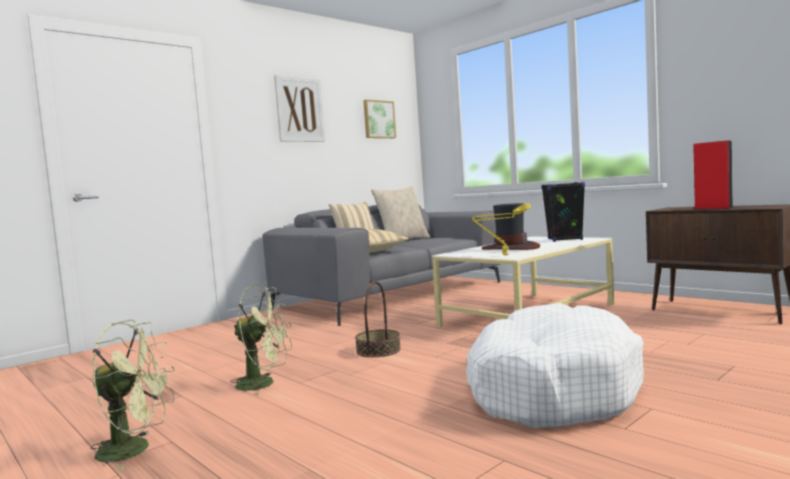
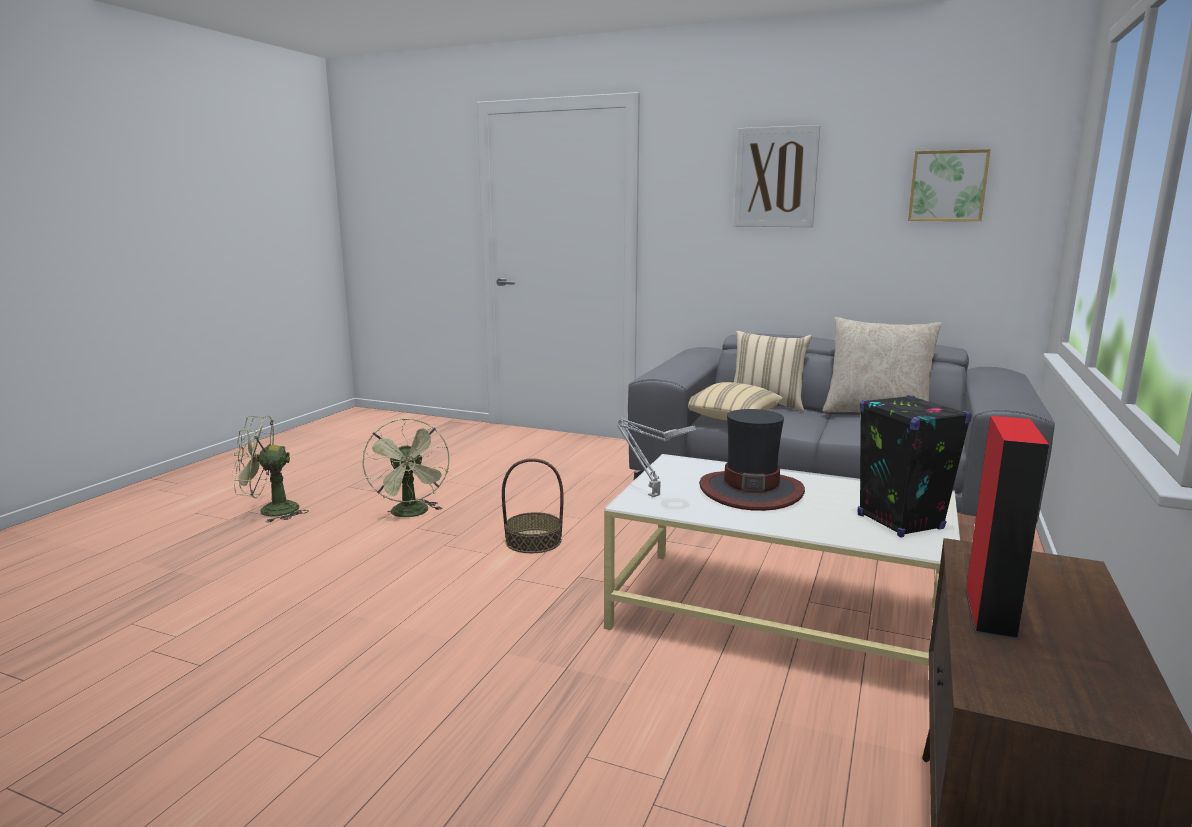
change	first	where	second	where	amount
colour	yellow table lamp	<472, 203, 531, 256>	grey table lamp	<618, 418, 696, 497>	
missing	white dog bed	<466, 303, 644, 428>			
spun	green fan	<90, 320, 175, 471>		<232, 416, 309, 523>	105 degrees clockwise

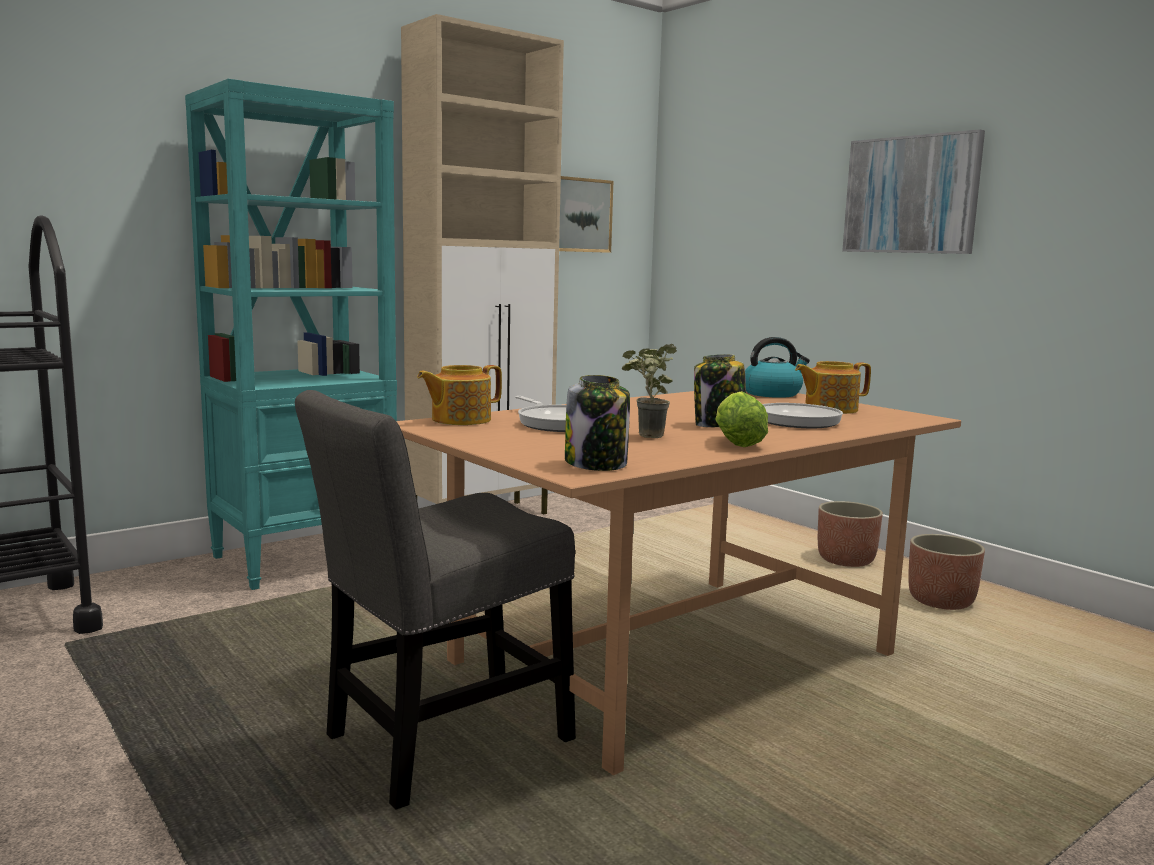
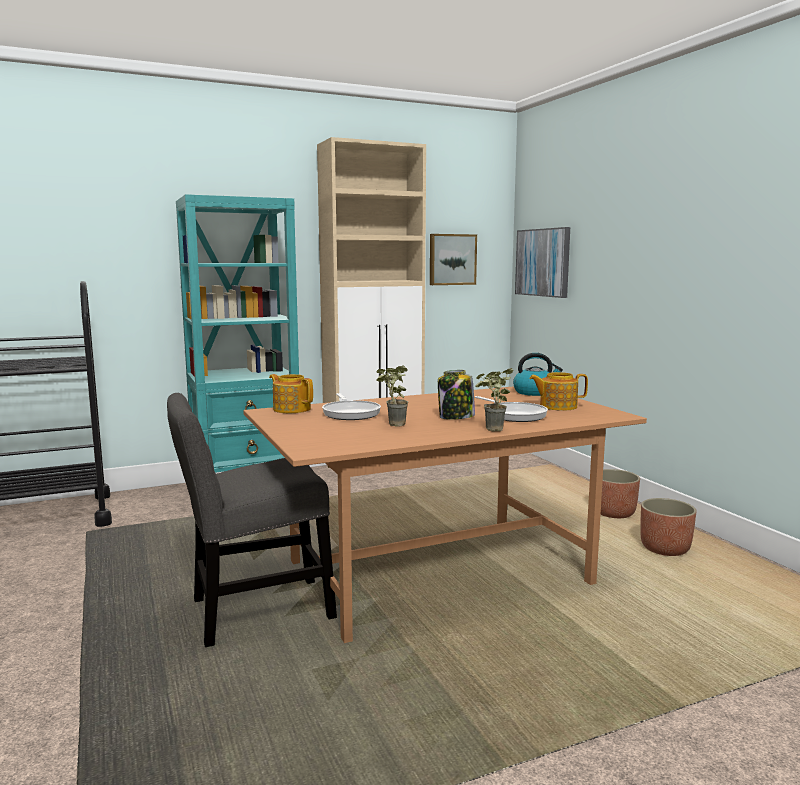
change	first	where	second	where	amount
relocated	picture	<842, 129, 985, 254>		<515, 227, 570, 298>	
spun	teapot	<417, 365, 502, 425>		<269, 374, 313, 413>	60 degrees clockwise
missing	jar	<565, 375, 630, 471>			
missing	lettuce	<715, 391, 768, 447>			
appeared			potted plant	<475, 368, 514, 431>	

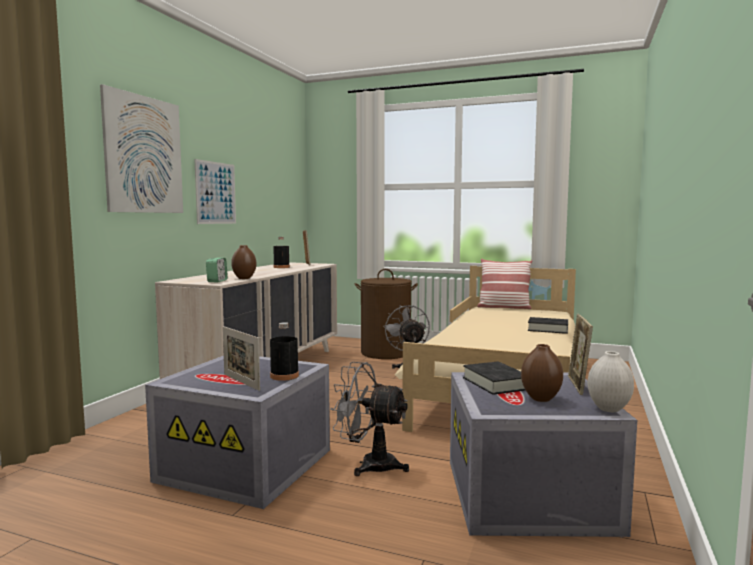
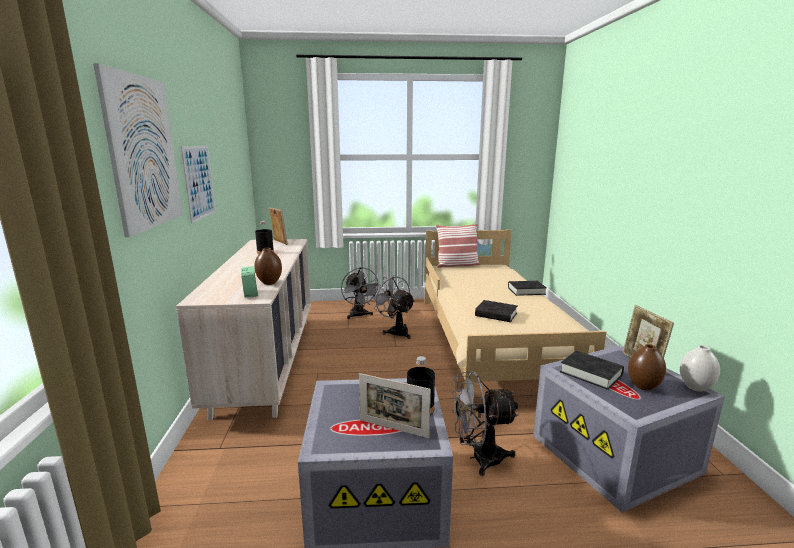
change	first	where	second	where	amount
exchanged	brown laundry basket	<355, 269, 418, 359>	grey fan	<341, 267, 380, 319>	
appeared			black book	<475, 300, 517, 322>	

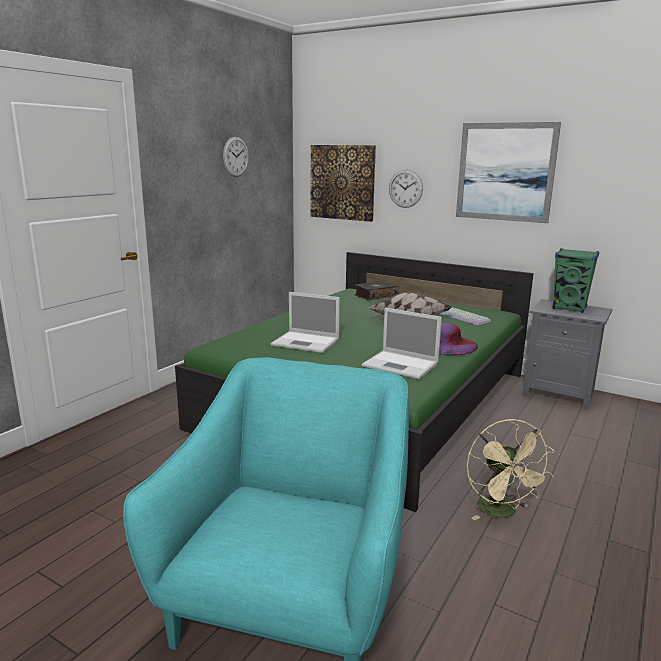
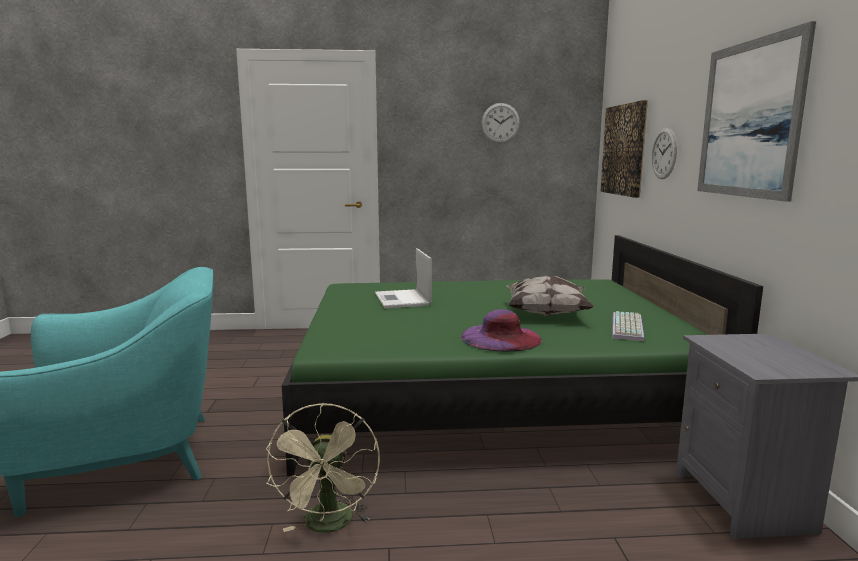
change	first	where	second	where	amount
missing	green speaker	<552, 248, 599, 313>			
missing	book	<355, 280, 400, 300>			
missing	laptop	<362, 308, 442, 379>			
spun	beige fan	<467, 419, 555, 520>		<266, 403, 380, 533>	45 degrees counterclockwise

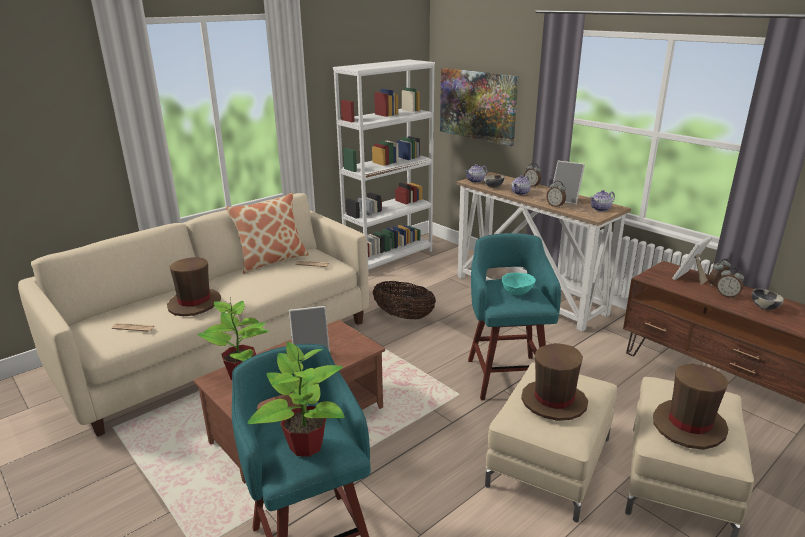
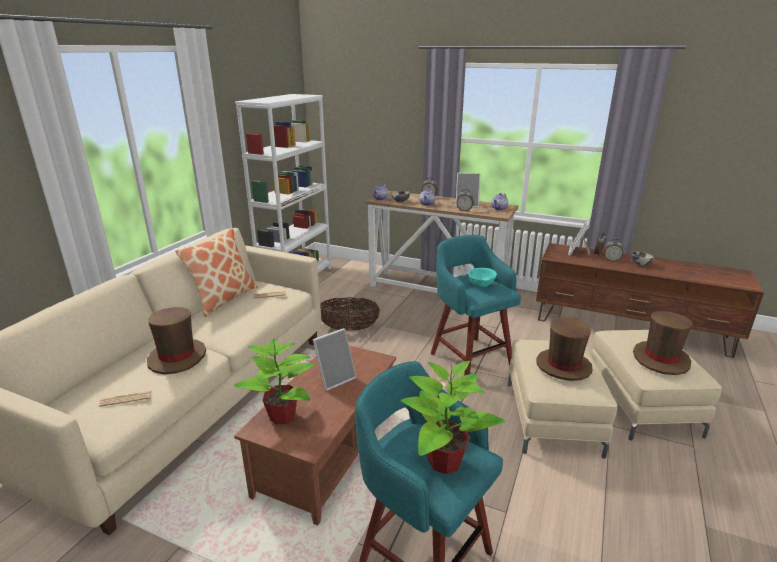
change	first	where	second	where	amount
missing	picture	<440, 68, 518, 146>			

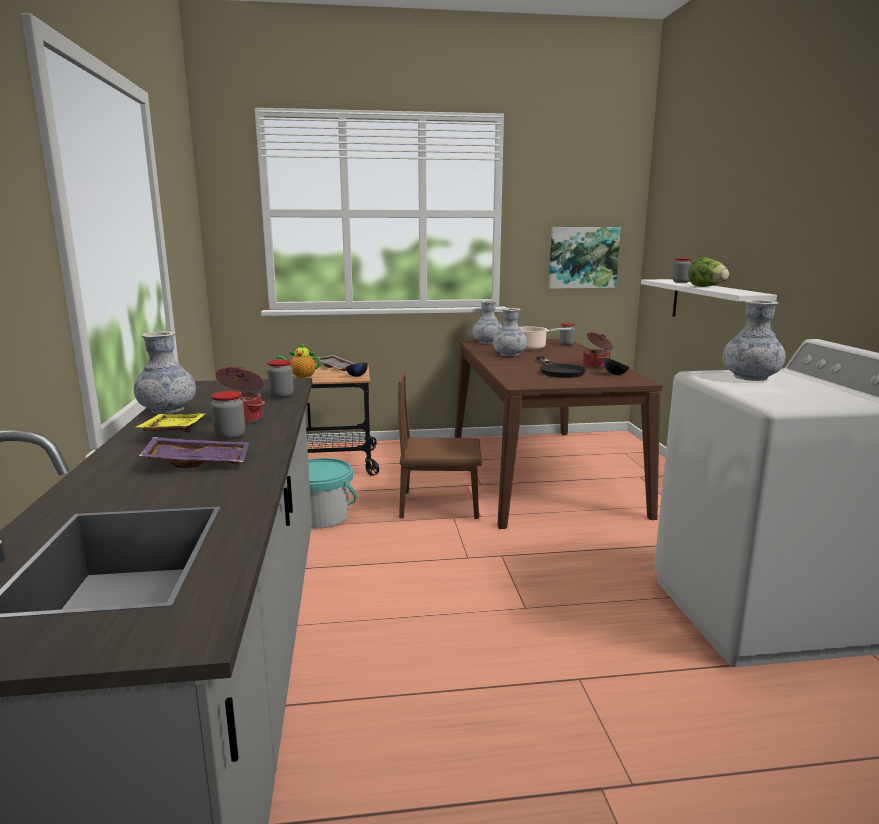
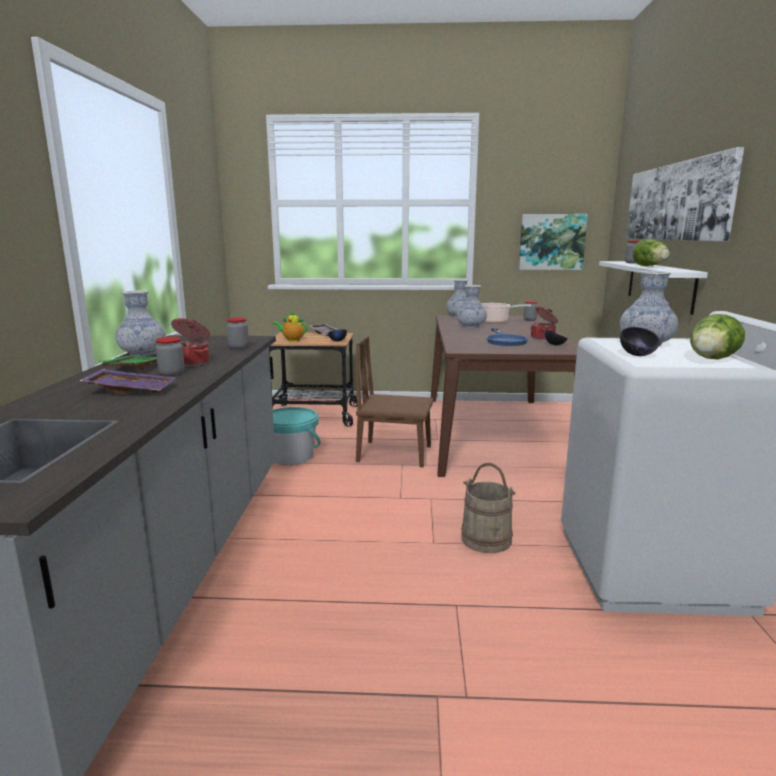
change	first	where	second	where	amount
colour	black frying pan	<536, 356, 586, 378>	blue frying pan	<487, 328, 528, 346>	
colour	yellow tray	<136, 414, 205, 433>	green tray	<98, 355, 157, 370>	
appeared			picture	<626, 147, 744, 241>	
appeared			lettuce	<690, 314, 745, 359>	
appeared			black bowl	<620, 327, 661, 356>	
appeared			beige bucket	<461, 463, 516, 553>	

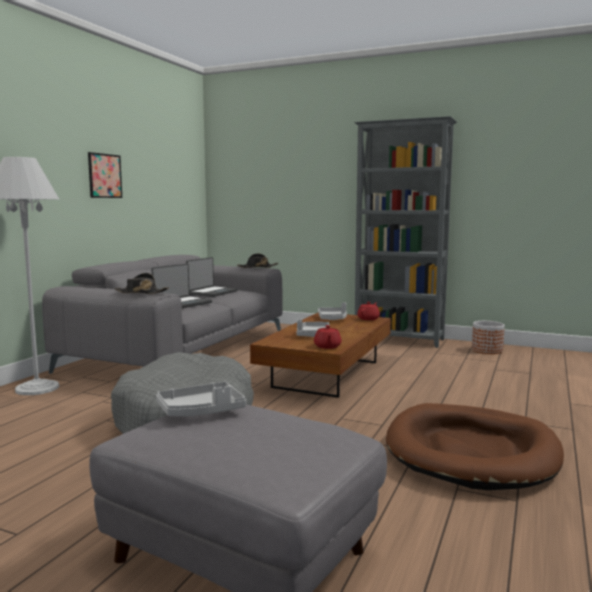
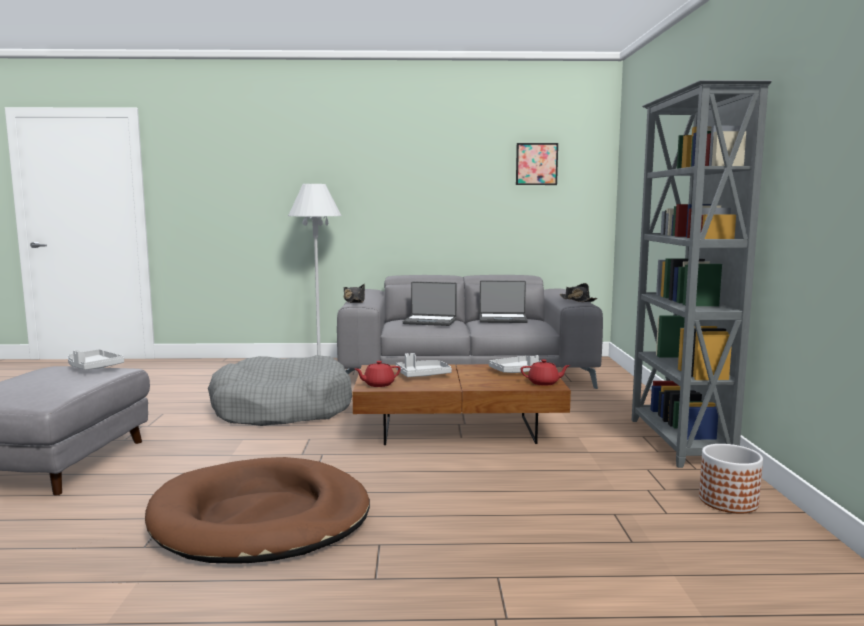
change	first	where	second	where	amount
relocated	picture	<88, 152, 122, 198>		<516, 143, 558, 185>	

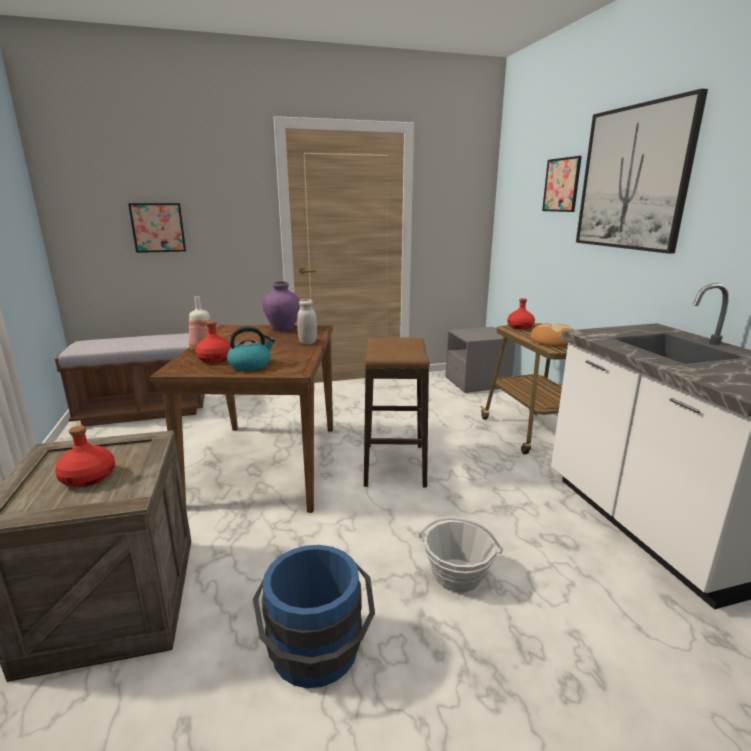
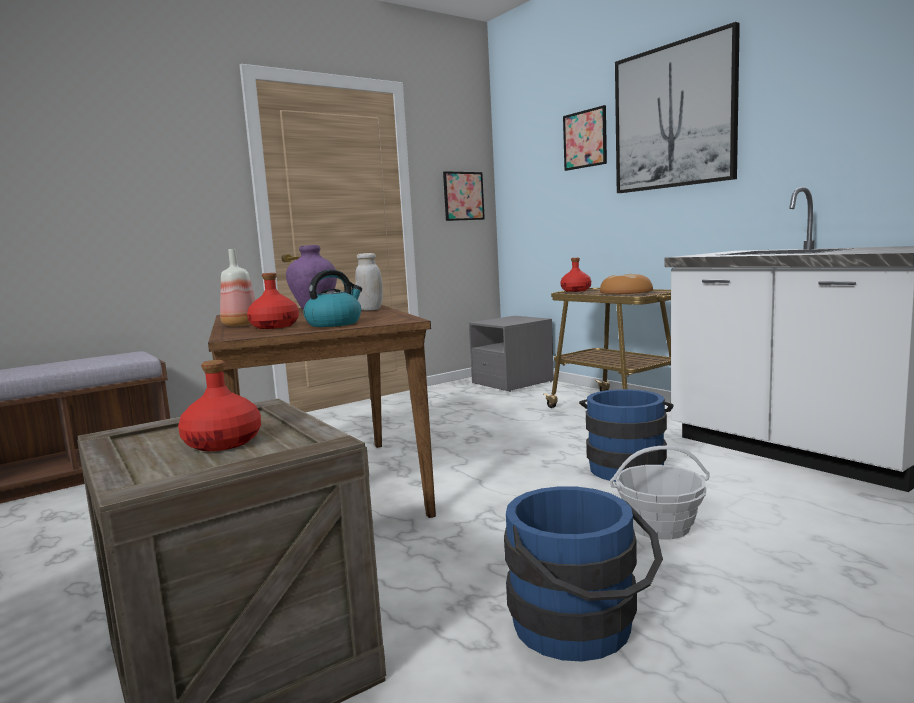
change	first	where	second	where	amount
relocated	picture	<128, 203, 186, 253>		<443, 171, 485, 221>	
missing	stool	<364, 337, 430, 488>			
appeared			blue bucket	<579, 389, 673, 482>	

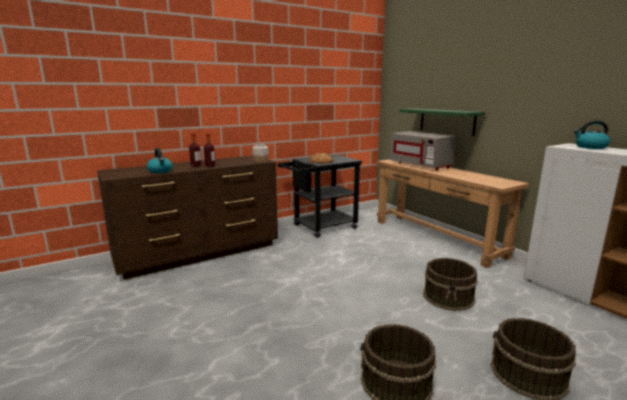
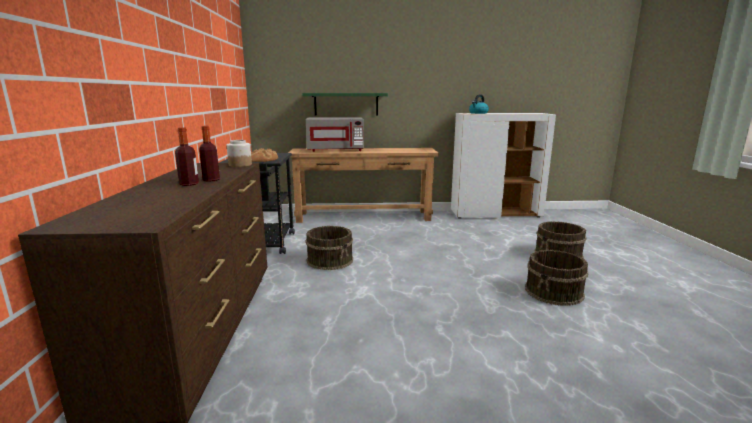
change	first	where	second	where	amount
missing	kettle	<147, 148, 173, 173>			
relocated	brown bucket	<423, 258, 478, 311>		<306, 226, 353, 270>	

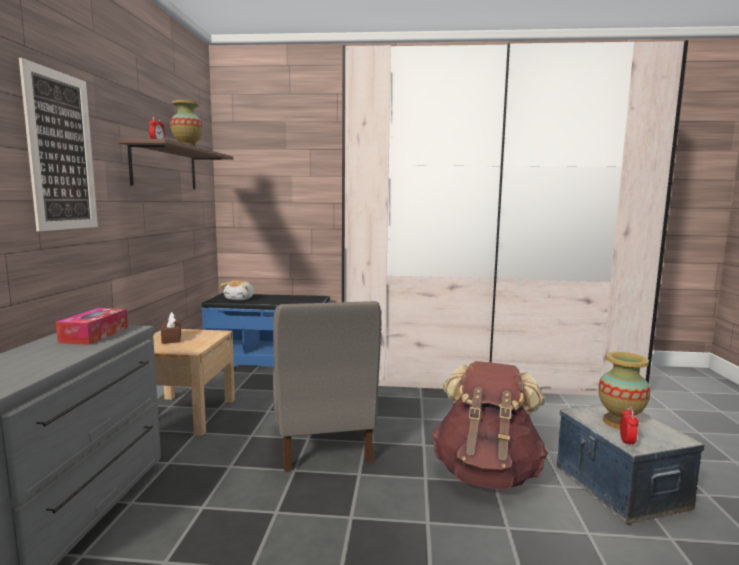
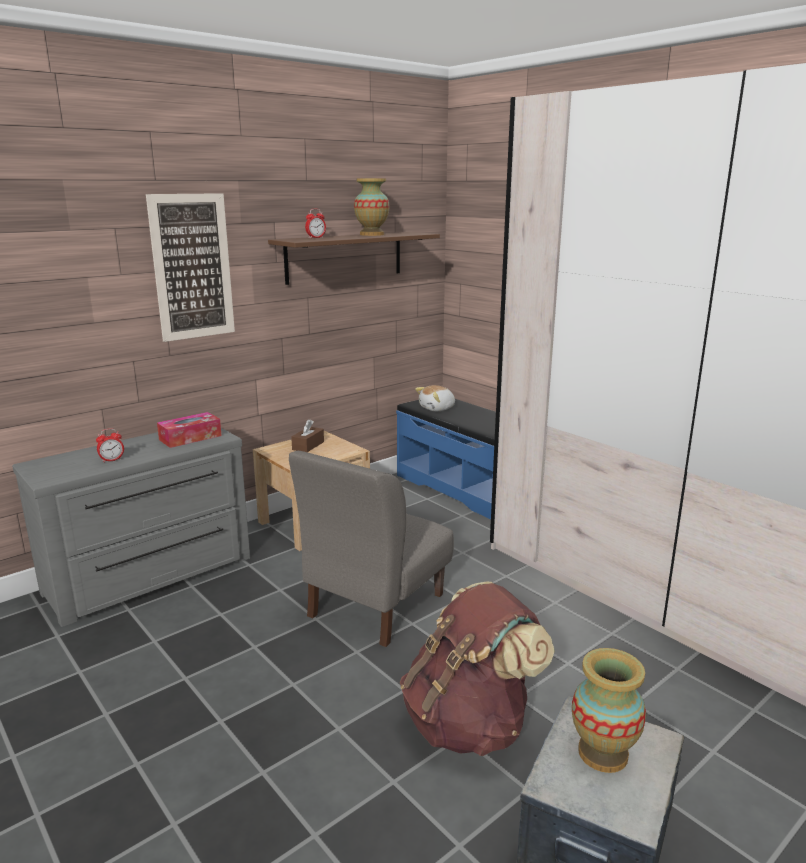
change	first	where	second	where	amount
relocated	alarm clock	<620, 406, 639, 448>		<96, 428, 124, 463>	

